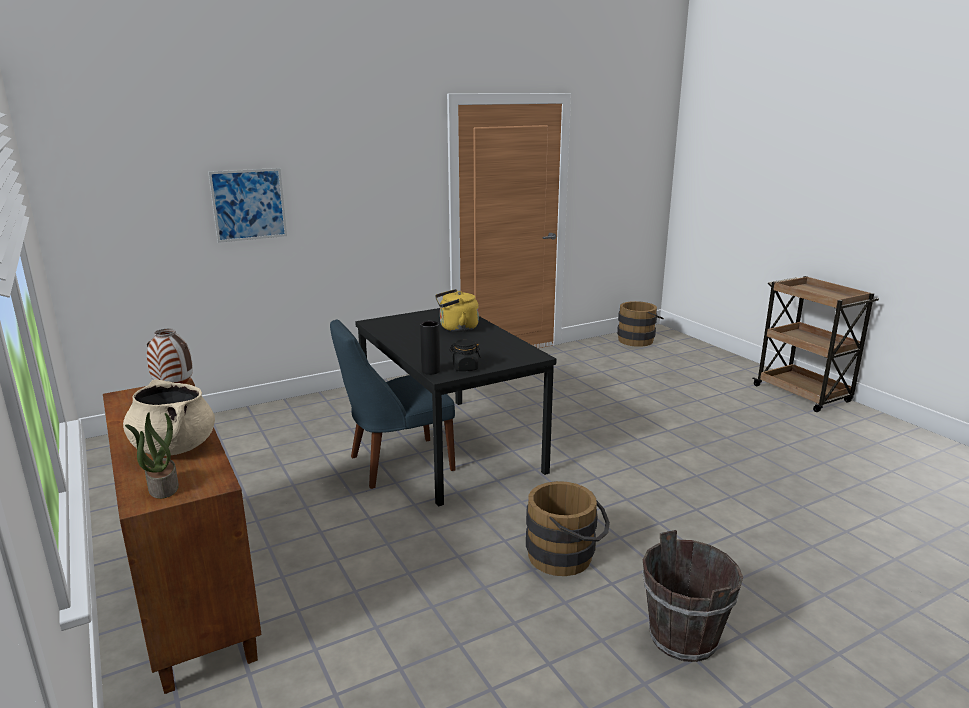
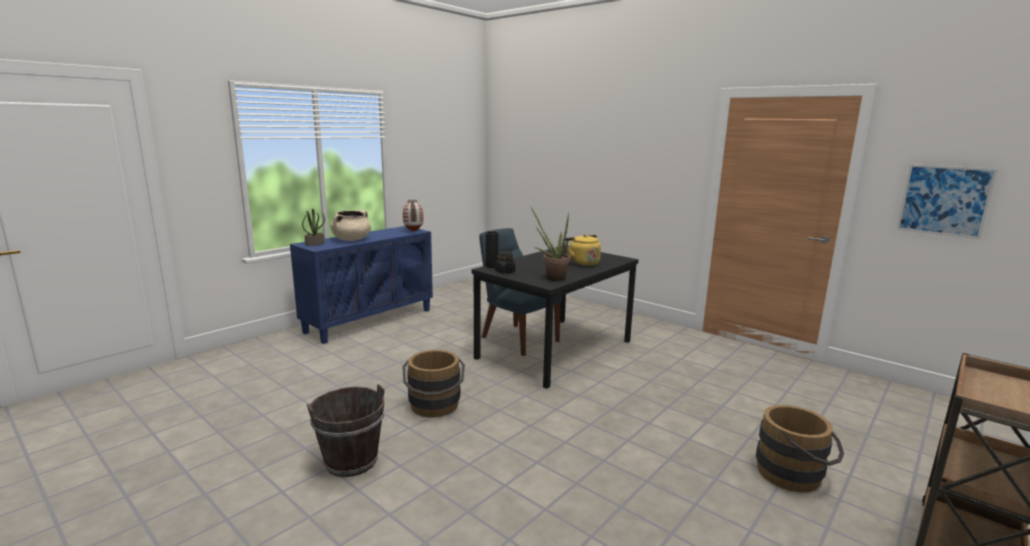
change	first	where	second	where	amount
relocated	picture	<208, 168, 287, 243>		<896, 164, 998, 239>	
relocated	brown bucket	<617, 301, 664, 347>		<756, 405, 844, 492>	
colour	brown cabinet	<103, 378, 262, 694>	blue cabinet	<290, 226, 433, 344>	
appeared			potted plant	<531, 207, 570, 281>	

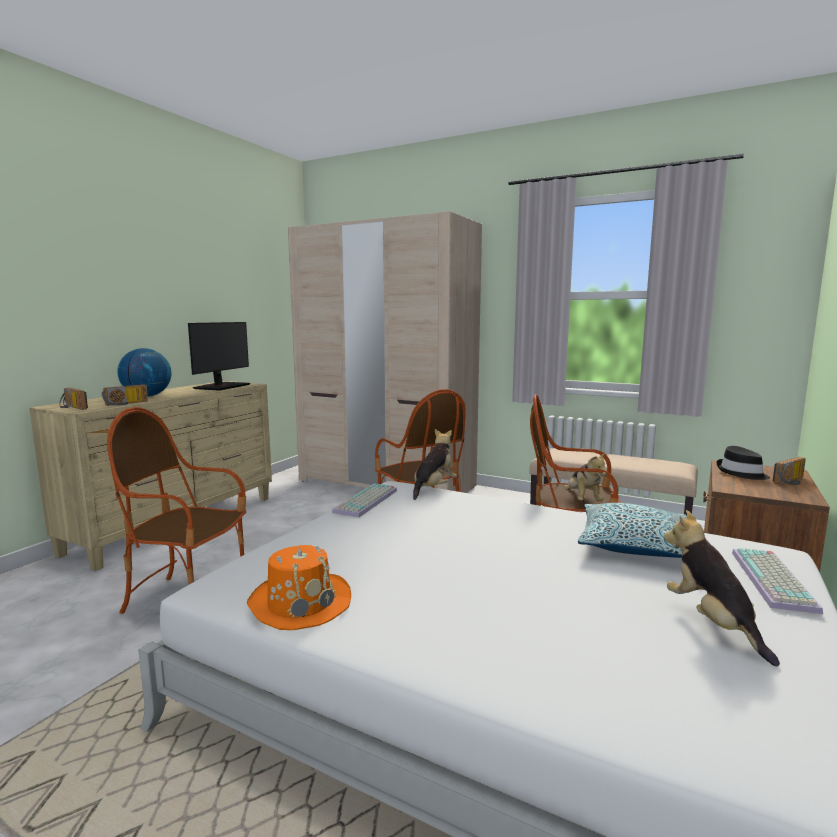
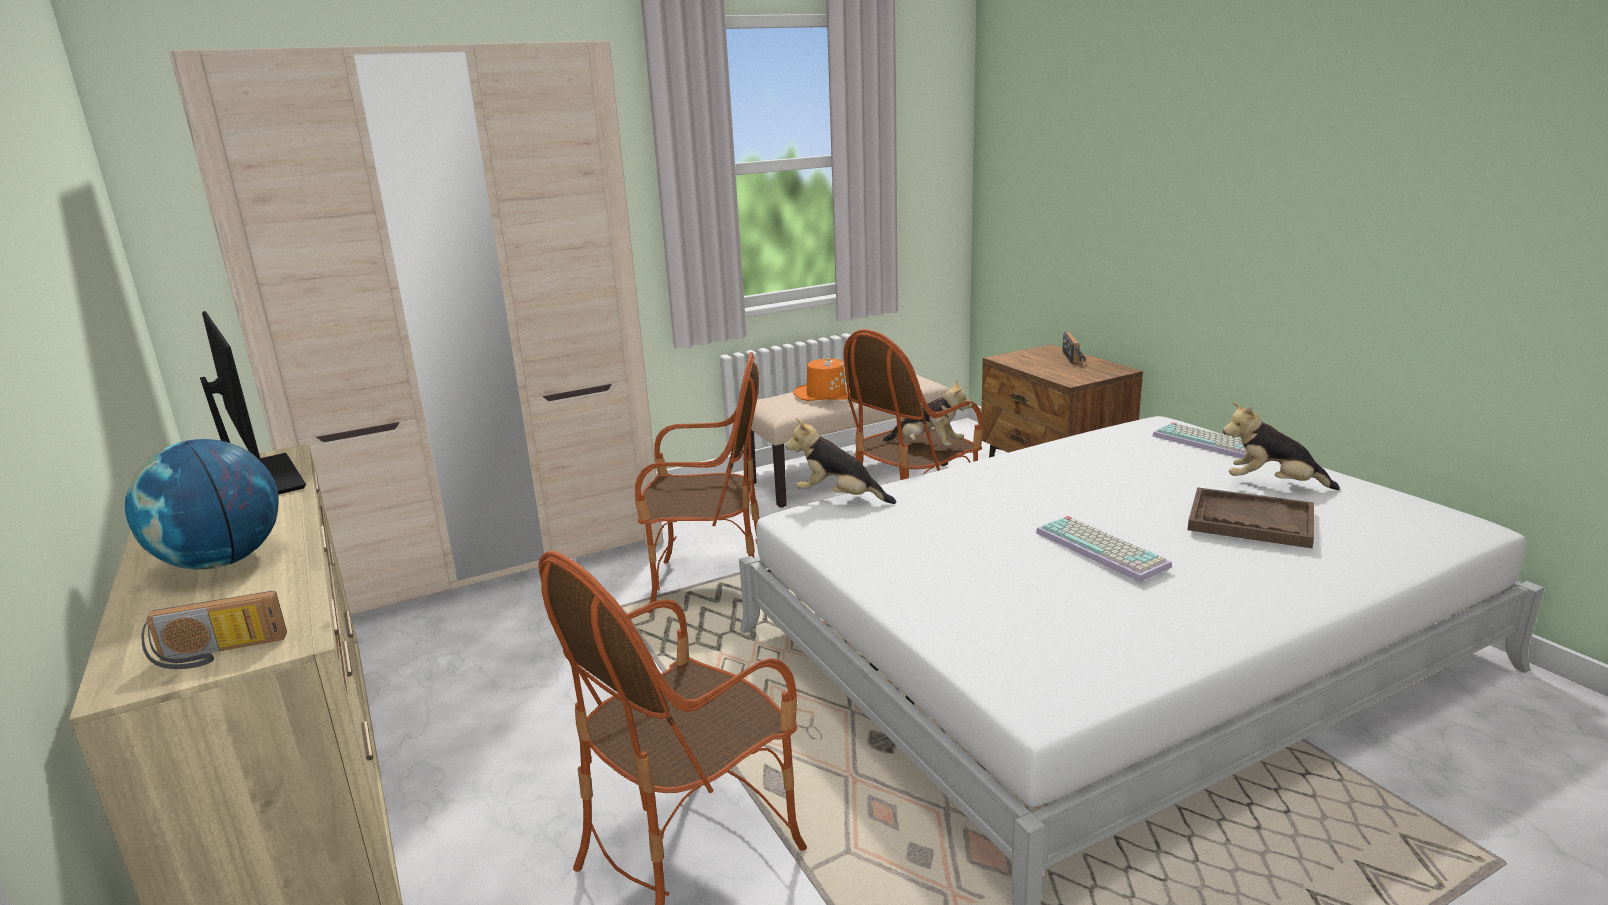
change	first	where	second	where	amount
missing	radio	<102, 384, 148, 406>			
spun	plush toy	<413, 429, 457, 500>		<785, 418, 896, 504>	45 degrees counterclockwise
missing	black hat	<716, 446, 770, 480>			
relocated	keyboard	<332, 483, 397, 518>		<1036, 516, 1172, 582>	
missing	pillow	<578, 503, 687, 558>			
relocated	orange hat	<247, 545, 351, 630>		<793, 356, 850, 401>	
appeared			brown tray	<1188, 488, 1314, 548>	

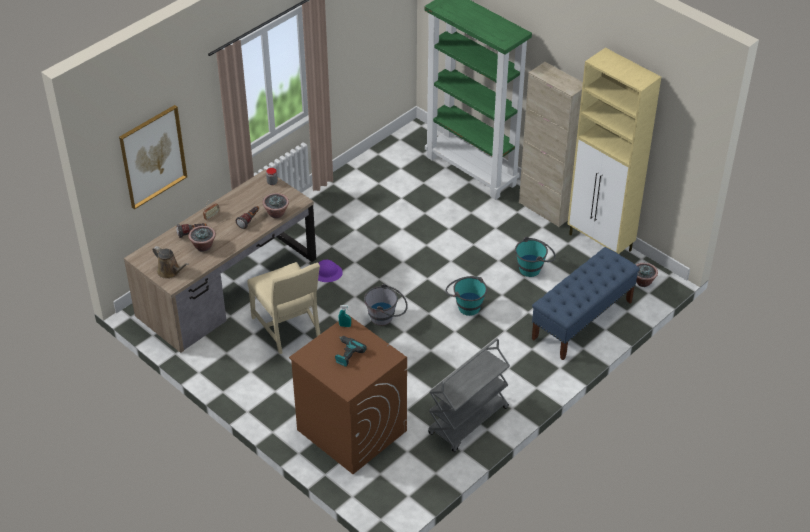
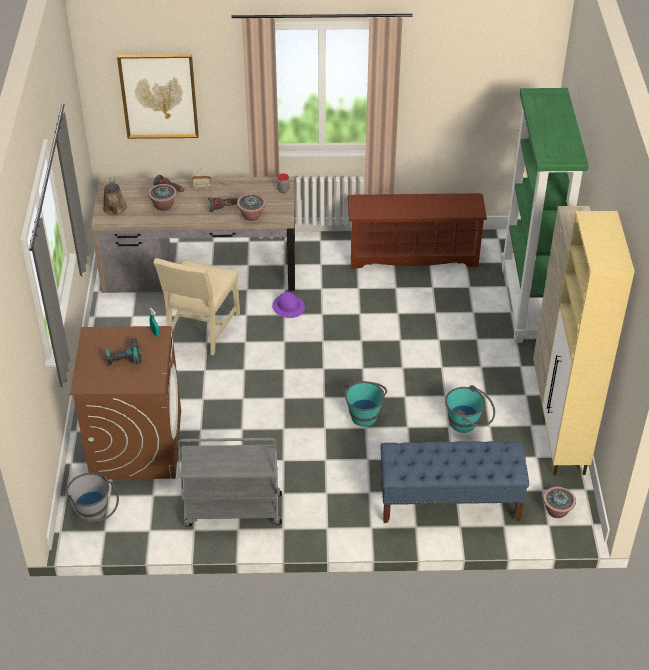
change	first	where	second	where	amount
relocated	grey bucket	<364, 284, 408, 326>		<66, 473, 119, 522>	
appeared			brown shoe rack	<348, 193, 487, 269>	

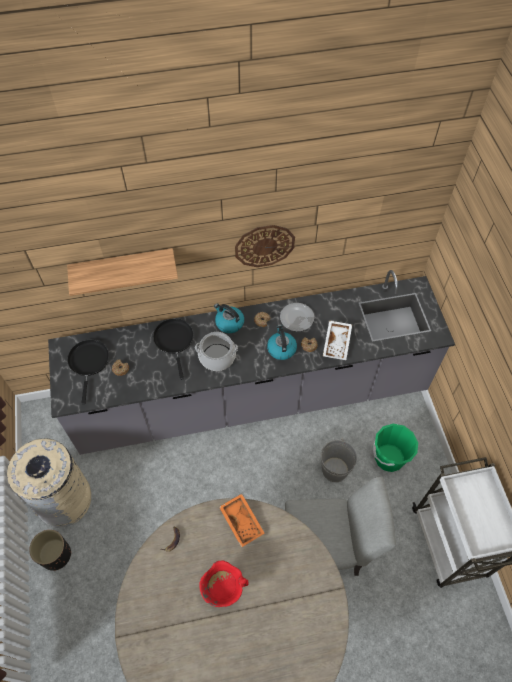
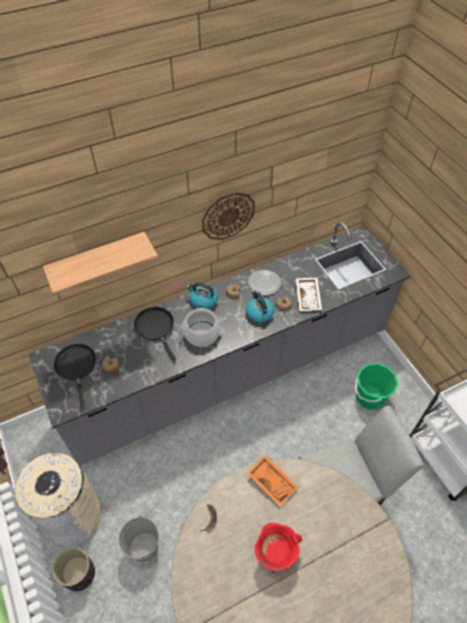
change	first	where	second	where	amount
relocated	grey bucket	<321, 437, 357, 482>		<118, 514, 159, 563>	

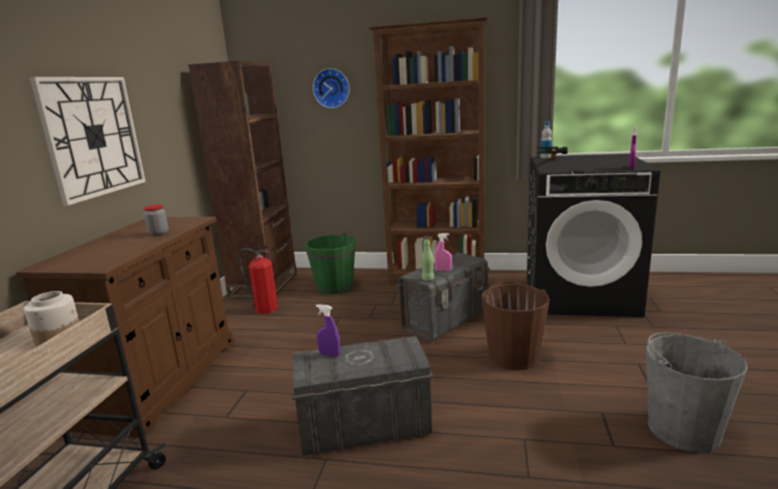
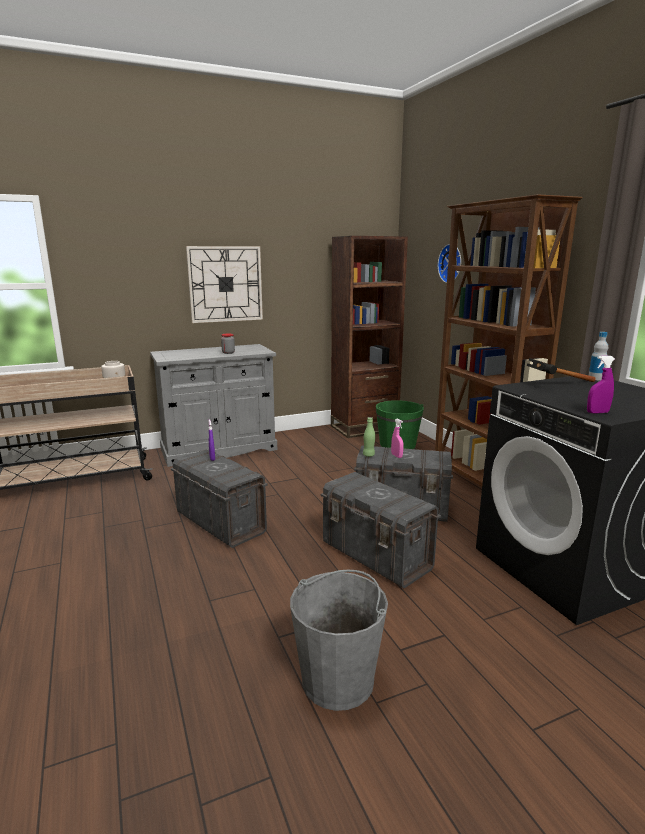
change	first	where	second	where	amount
colour	brown cabinet	<16, 217, 234, 438>	grey cabinet	<150, 344, 277, 467>	
missing	fire extinguisher	<238, 246, 278, 314>			
exchanged	brown bucket	<482, 282, 550, 370>	grey storage box	<320, 472, 441, 588>	

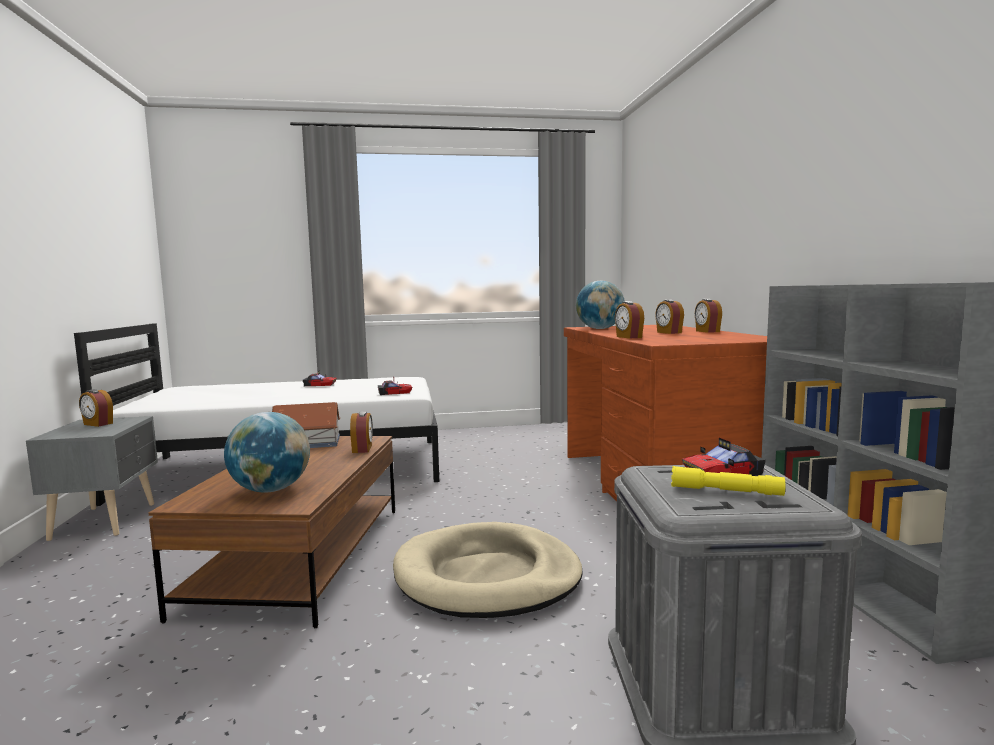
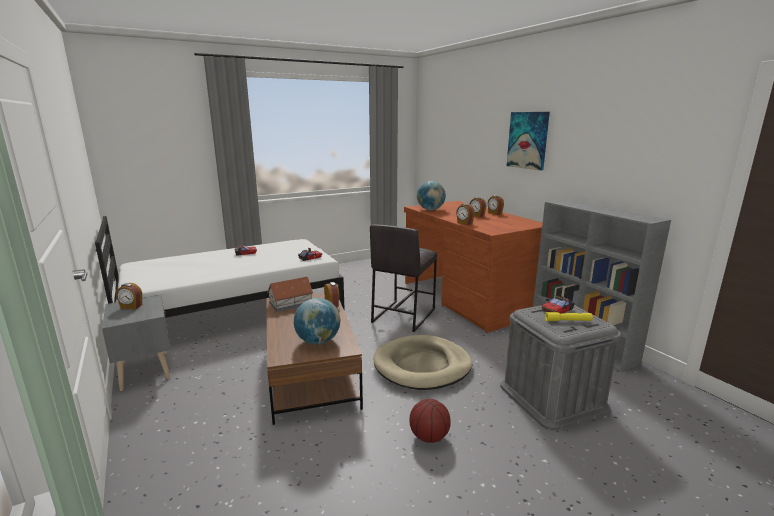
change	first	where	second	where	amount
appeared			picture	<507, 112, 550, 171>	
appeared			grey stool	<370, 224, 437, 332>	
appeared			basketball	<410, 399, 451, 443>	

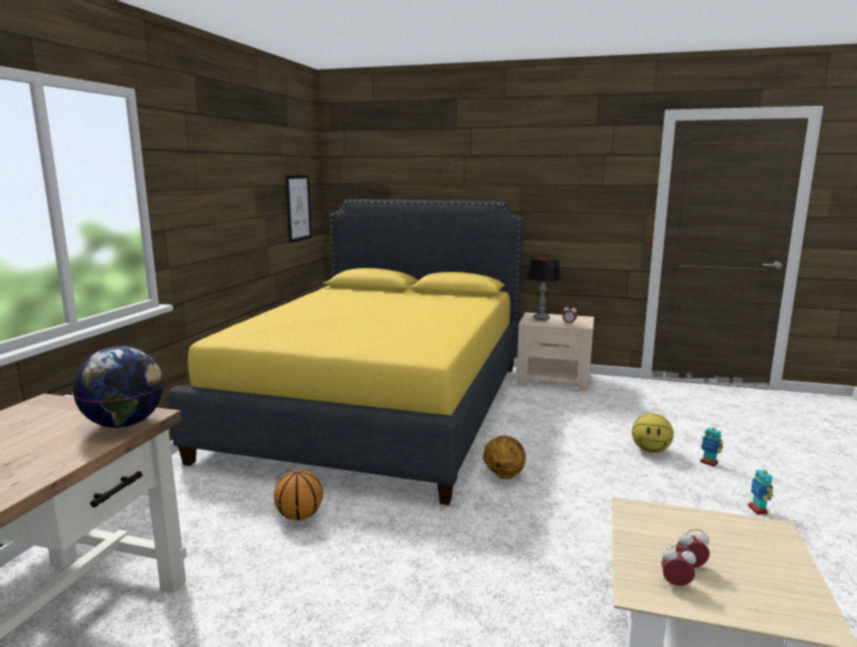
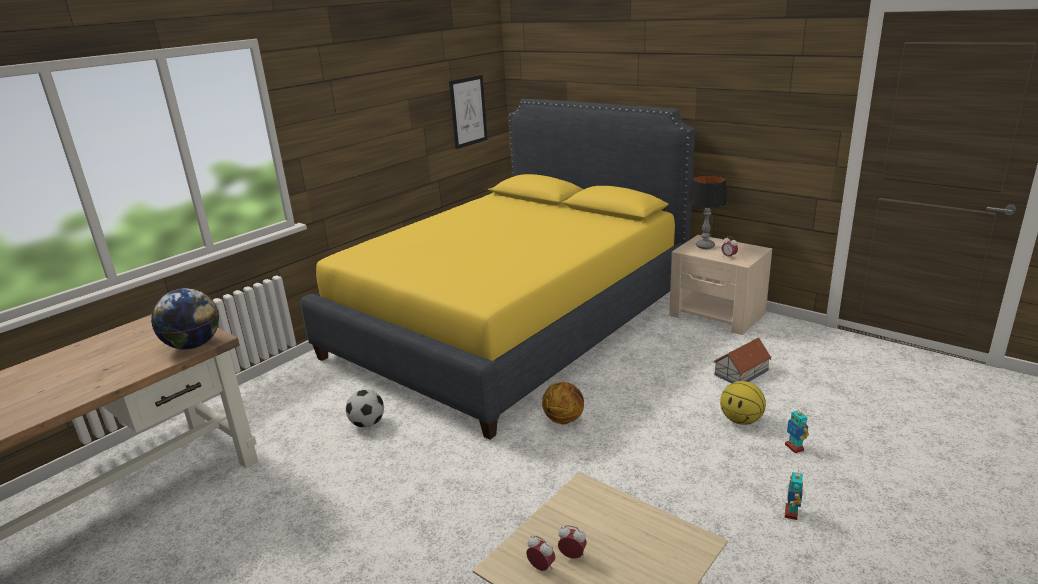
change	first	where	second	where	amount
exchanged	basketball	<274, 470, 323, 520>	football	<346, 389, 384, 428>	
appeared			toy house	<713, 338, 772, 384>	

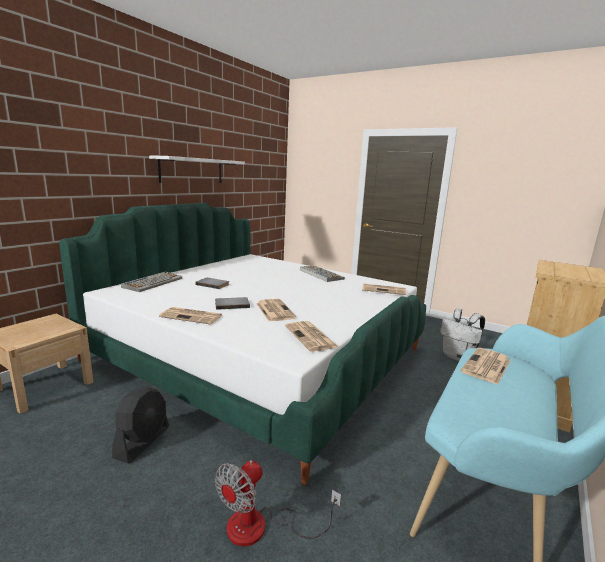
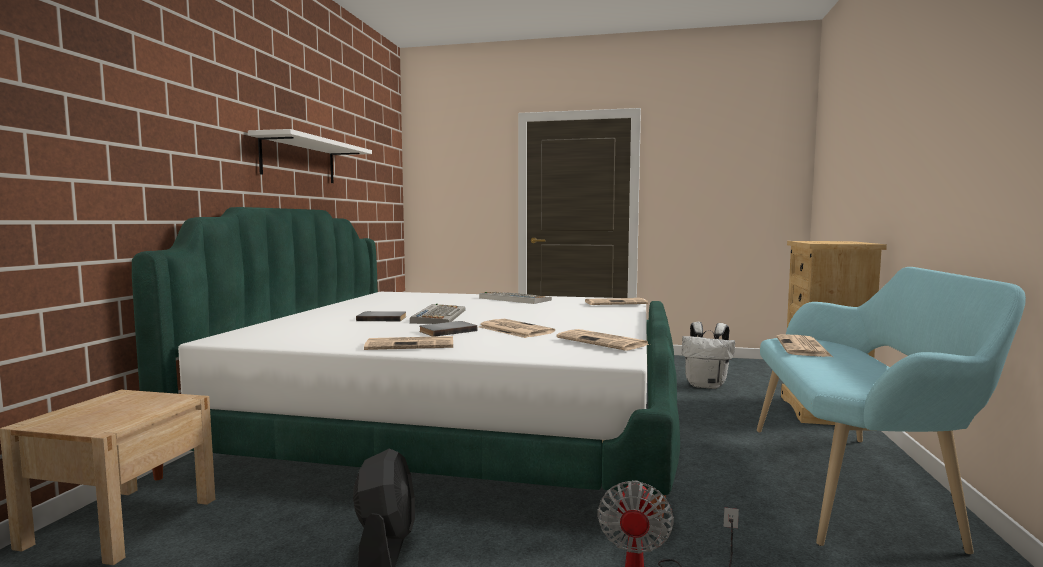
change	first	where	second	where	amount
relocated	keyboard	<121, 271, 182, 292>		<410, 304, 466, 324>	

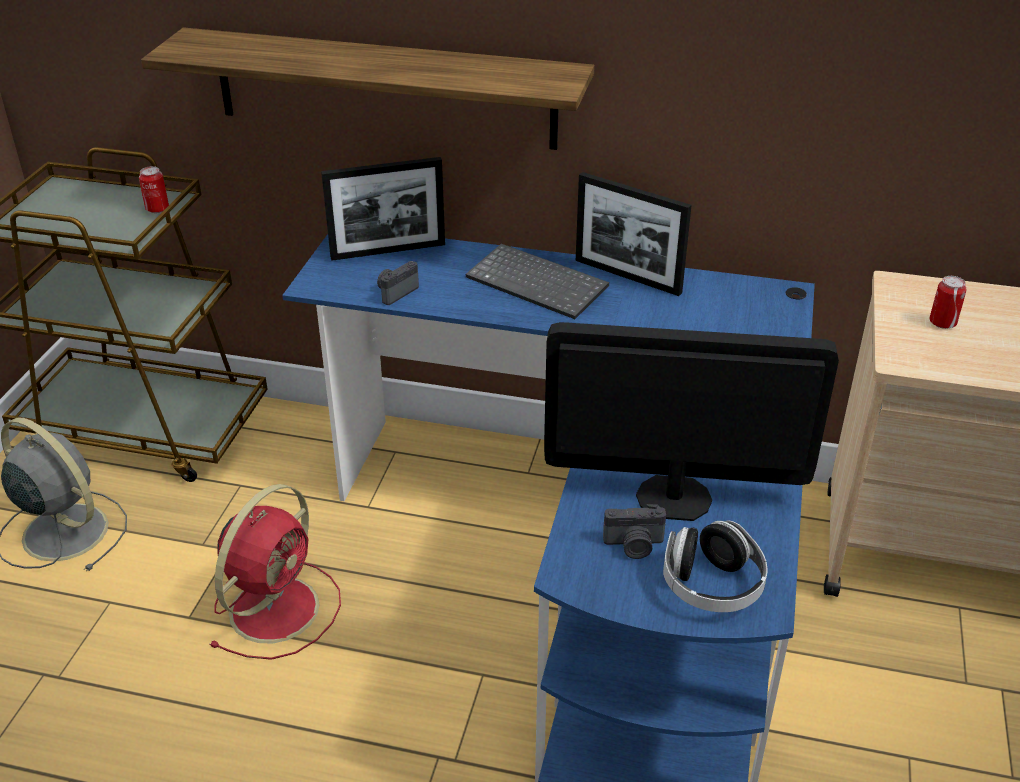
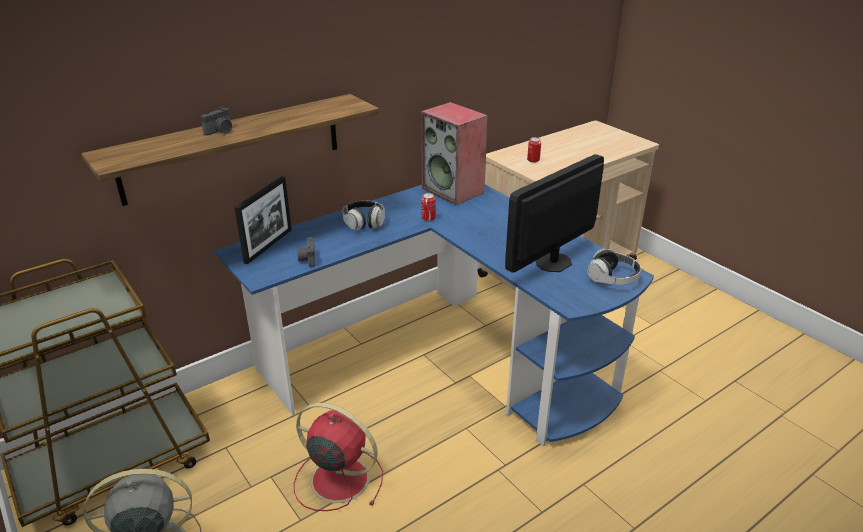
change	first	where	second	where	amount
relocated	can	<139, 166, 169, 213>		<421, 193, 436, 221>	
missing	picture frame	<576, 172, 692, 296>			
exchanged	keyboard	<465, 243, 609, 319>	headphones	<342, 200, 385, 230>	
spun	red fan	<209, 484, 341, 660>		<294, 403, 383, 511>	45 degrees counterclockwise
relocated	photo camera	<603, 504, 666, 559>		<201, 107, 232, 135>	
appeared			speaker	<421, 102, 488, 205>	

